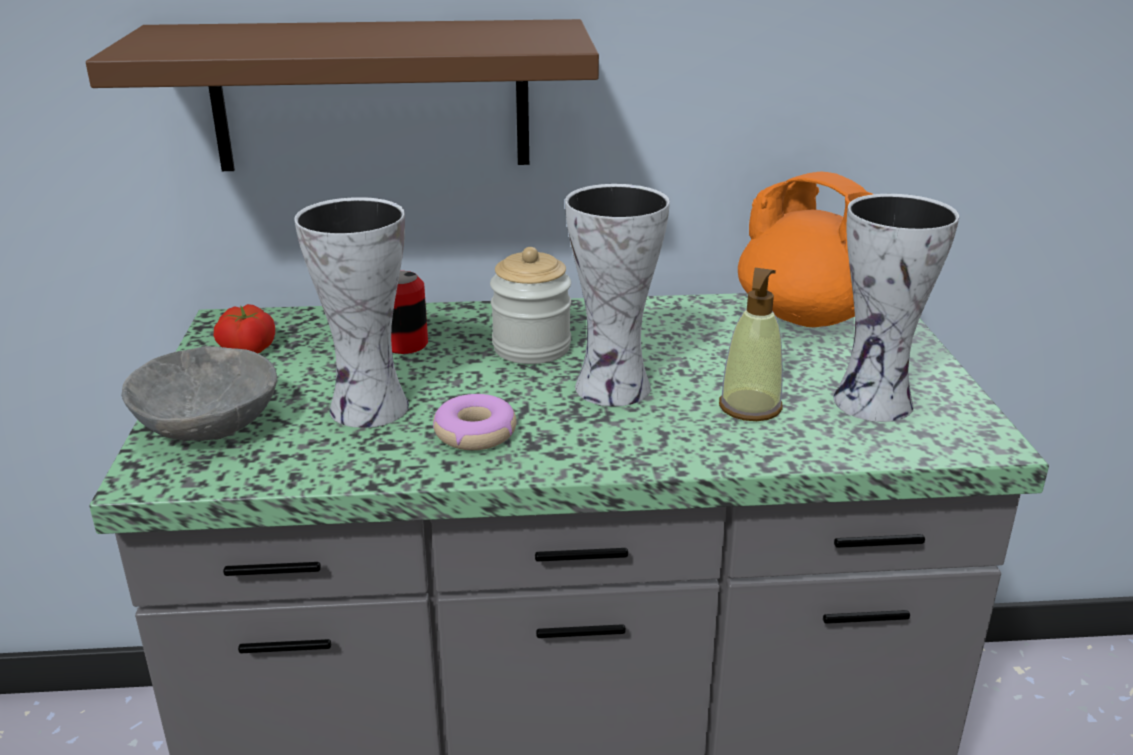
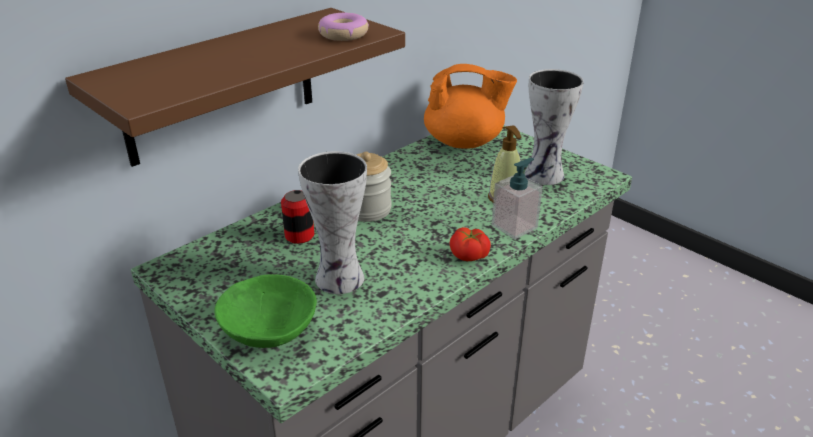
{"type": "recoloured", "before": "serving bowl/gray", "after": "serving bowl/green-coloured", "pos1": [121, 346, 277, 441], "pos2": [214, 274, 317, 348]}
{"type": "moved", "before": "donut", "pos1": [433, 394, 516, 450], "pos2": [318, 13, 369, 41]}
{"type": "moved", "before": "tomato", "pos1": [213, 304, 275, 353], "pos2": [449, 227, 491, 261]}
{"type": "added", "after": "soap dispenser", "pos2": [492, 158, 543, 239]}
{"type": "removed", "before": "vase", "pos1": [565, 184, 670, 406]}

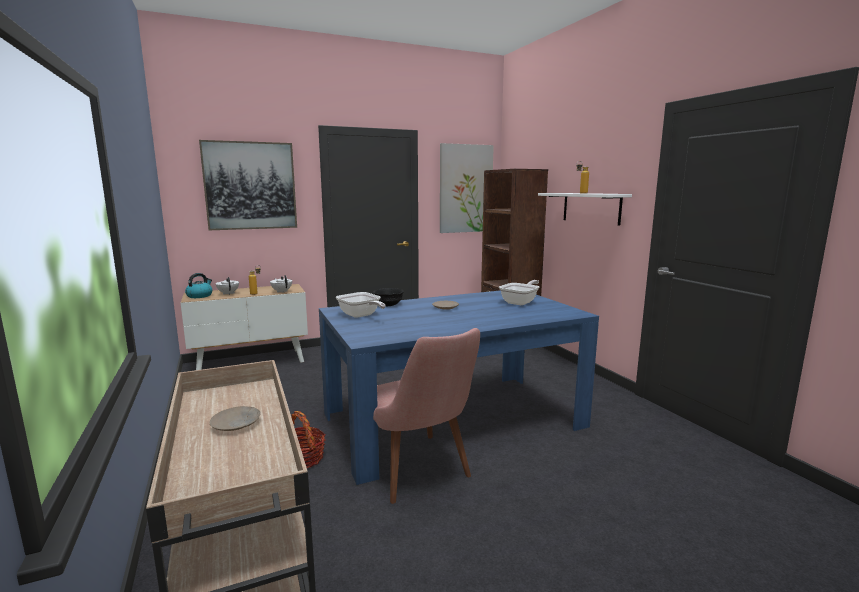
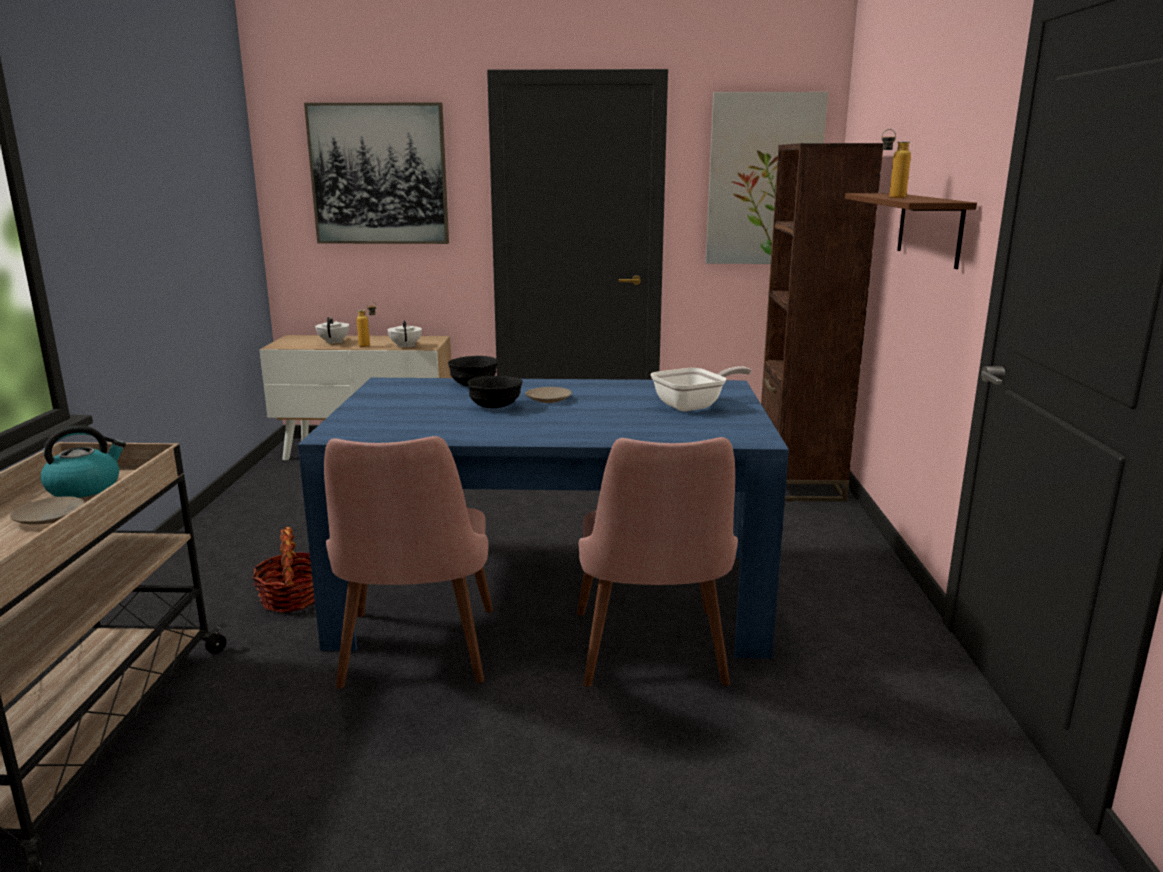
{"type": "moved", "before": "tea kettle", "pos1": [185, 273, 212, 298], "pos2": [40, 425, 126, 498]}
{"type": "added", "after": "serving bowl/black", "pos2": [467, 376, 523, 408]}
{"type": "added", "after": "upright chair/pinkish", "pos2": [577, 437, 738, 687]}
{"type": "recoloured", "before": "bracket shelf/whitish", "after": "bracket shelf/brown", "pos1": [538, 193, 632, 226], "pos2": [845, 193, 977, 269]}
{"type": "removed", "before": "skillet", "pos1": [336, 292, 386, 318]}

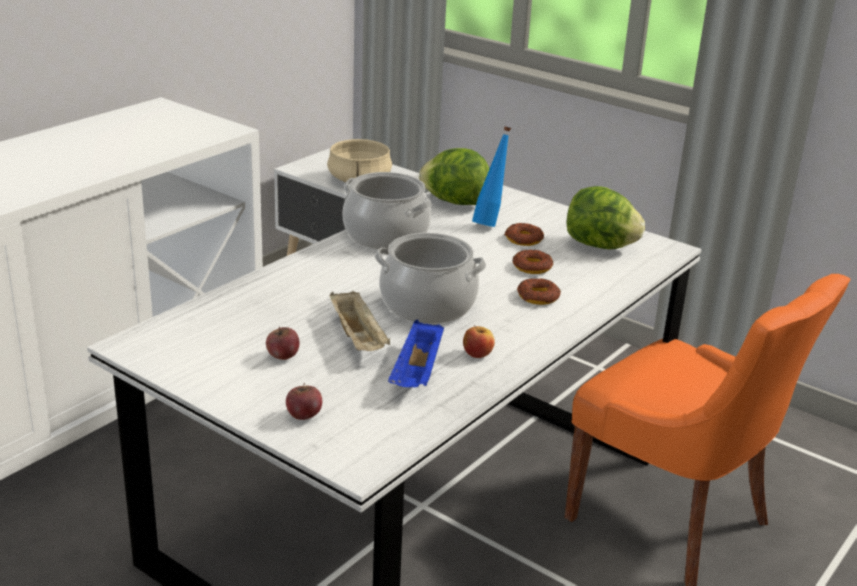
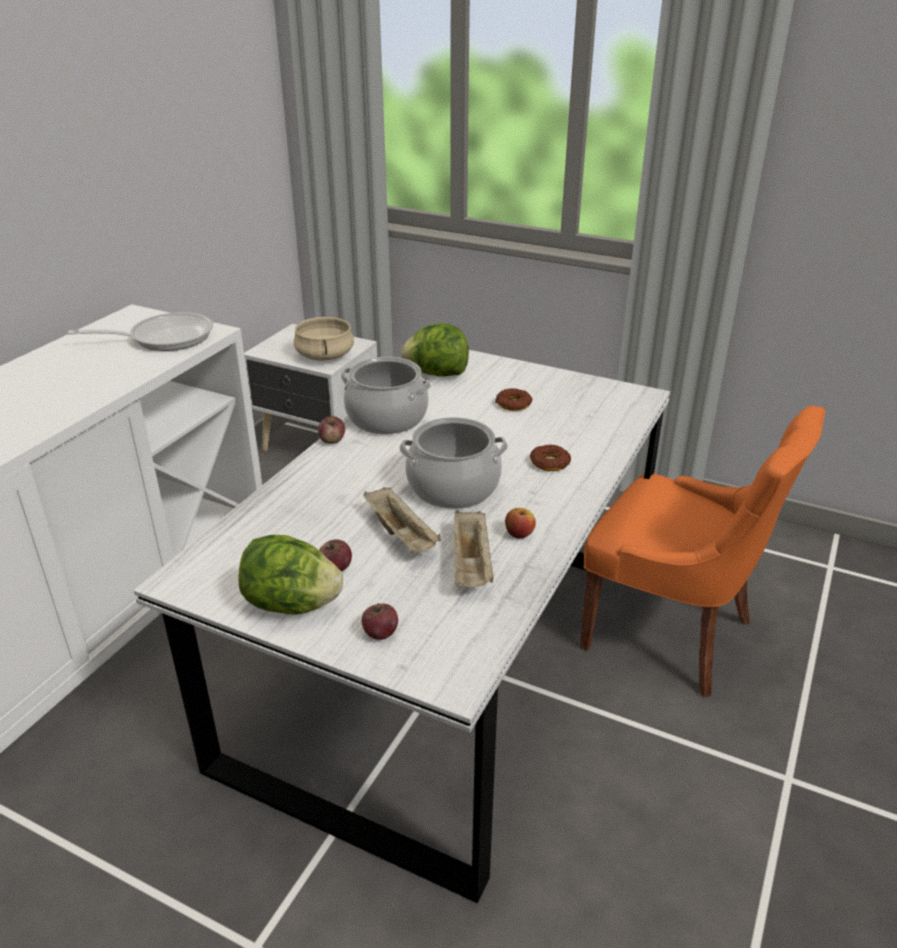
{"type": "added", "after": "skillet", "pos2": [68, 312, 213, 351]}
{"type": "moved", "before": "lettuce head", "pos1": [567, 186, 645, 249], "pos2": [238, 535, 343, 614]}
{"type": "added", "after": "whole apple", "pos2": [318, 416, 345, 444]}
{"type": "recoloured", "before": "tray/blue-coloured", "after": "tray/sand-coloured", "pos1": [388, 320, 444, 387], "pos2": [454, 510, 494, 587]}
{"type": "removed", "before": "bottle/blue-coloured", "pos1": [472, 126, 511, 227]}
{"type": "removed", "before": "donut", "pos1": [512, 249, 554, 274]}

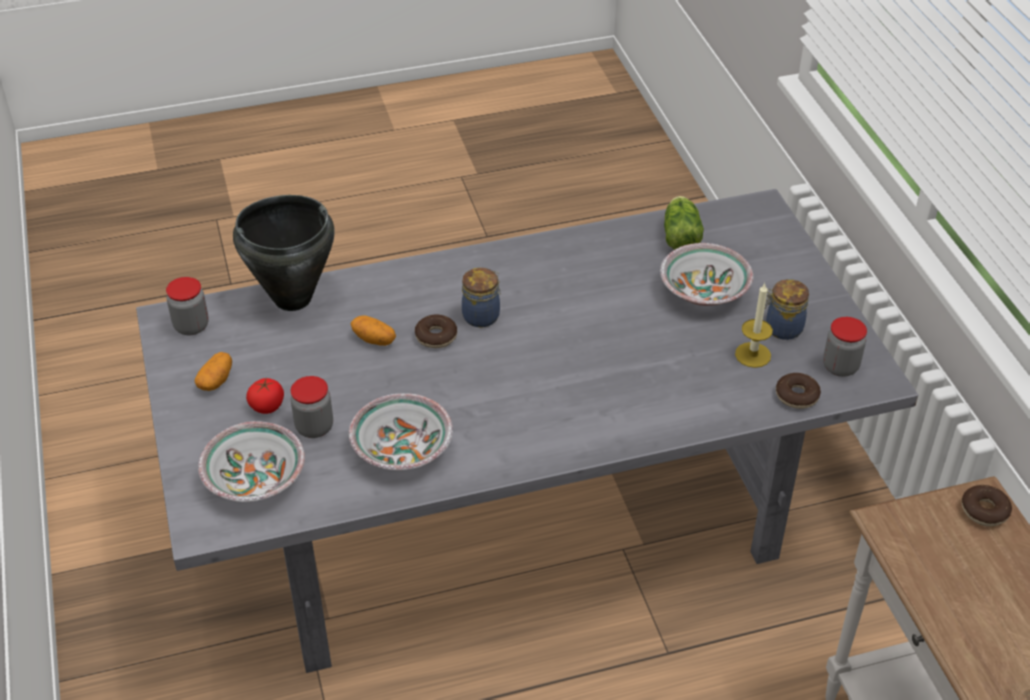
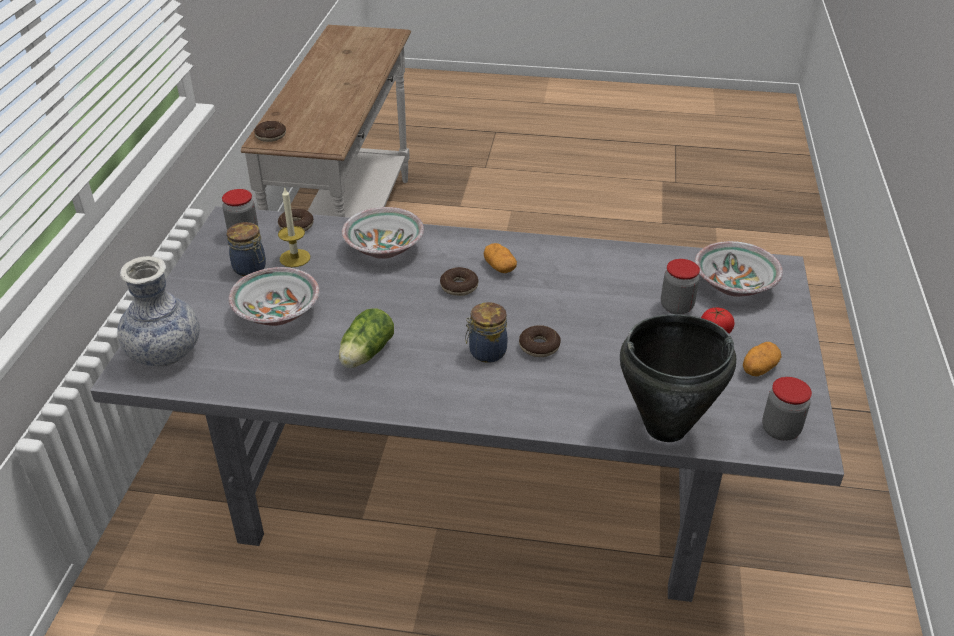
{"type": "added", "after": "vase", "pos2": [117, 256, 200, 367]}
{"type": "moved", "before": "lettuce head", "pos1": [664, 196, 704, 250], "pos2": [339, 308, 394, 368]}
{"type": "moved", "before": "serving bowl", "pos1": [348, 393, 453, 470], "pos2": [342, 207, 424, 259]}
{"type": "added", "after": "donut", "pos2": [440, 267, 478, 296]}
{"type": "moved", "before": "whole potato", "pos1": [350, 315, 396, 346], "pos2": [484, 243, 517, 273]}

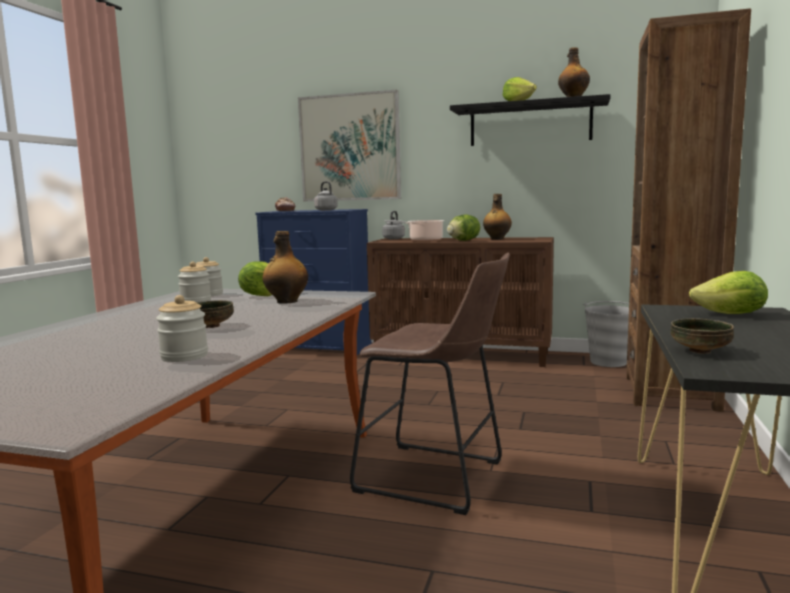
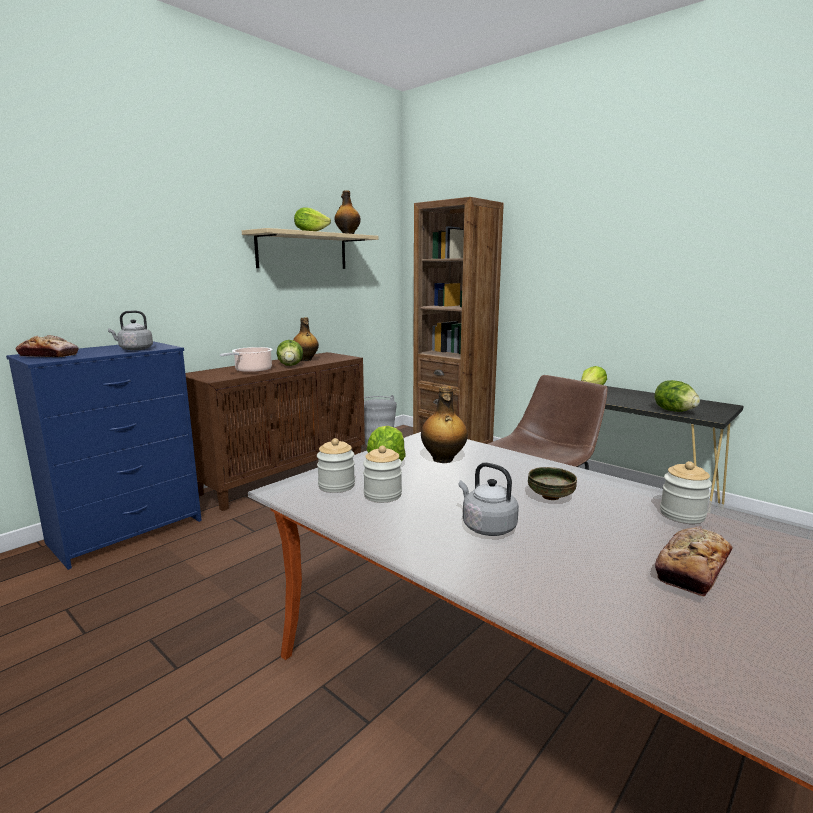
{"type": "recoloured", "before": "bracket shelf/black", "after": "bracket shelf/sand-coloured", "pos1": [450, 94, 611, 146], "pos2": [242, 228, 378, 269]}
{"type": "moved", "before": "tea kettle/gray", "pos1": [382, 211, 405, 239], "pos2": [459, 462, 519, 536]}
{"type": "replaced", "before": "serving bowl", "after": "lettuce head", "pos1": [671, 318, 734, 354], "pos2": [655, 380, 700, 412]}
{"type": "added", "after": "bread", "pos2": [655, 526, 733, 596]}
{"type": "removed", "before": "wall art", "pos1": [298, 90, 401, 202]}

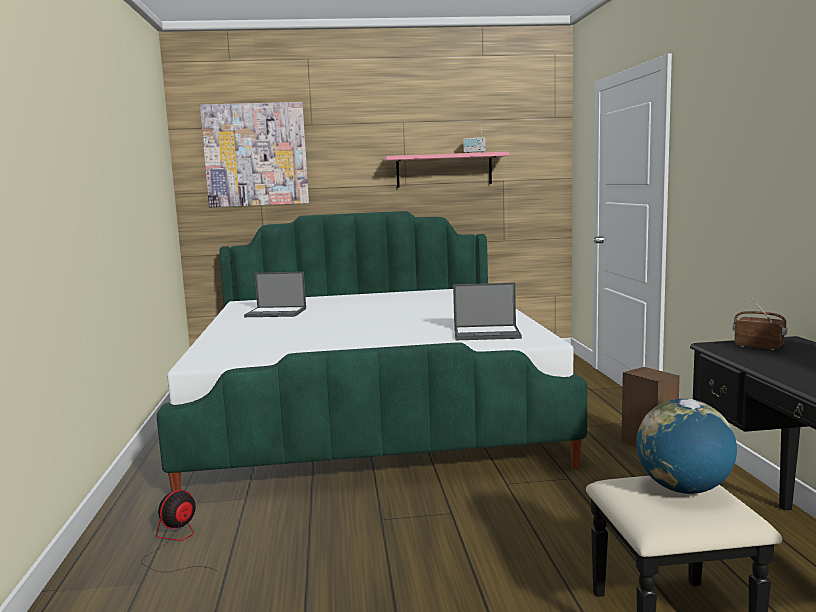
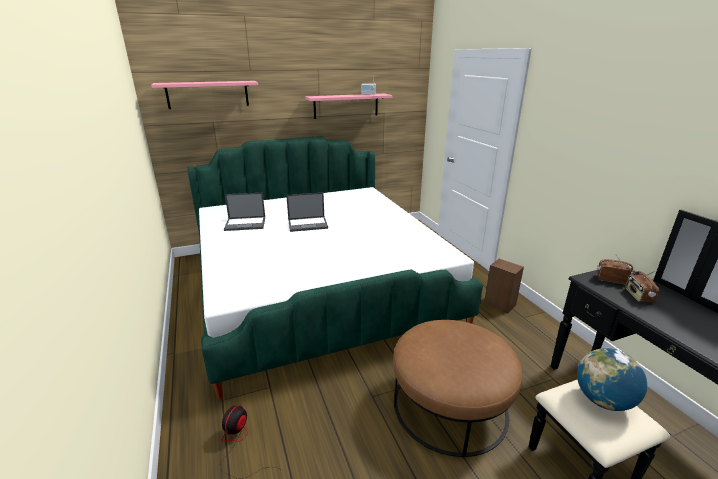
{"type": "replaced", "before": "wall art", "after": "bracket shelf/pinkish", "pos1": [200, 102, 309, 207], "pos2": [151, 81, 258, 109]}
{"type": "moved", "before": "notebook computer", "pos1": [453, 283, 522, 340], "pos2": [286, 193, 328, 232]}
{"type": "added", "after": "pouffe/brown", "pos2": [393, 320, 523, 457]}
{"type": "added", "after": "radio set", "pos2": [626, 270, 659, 303]}

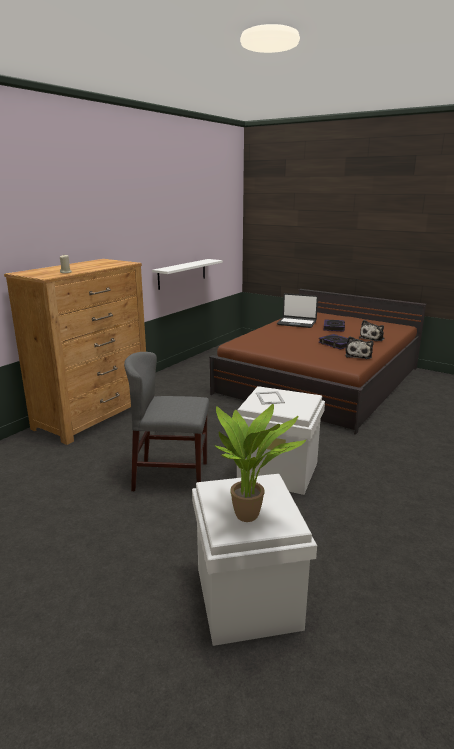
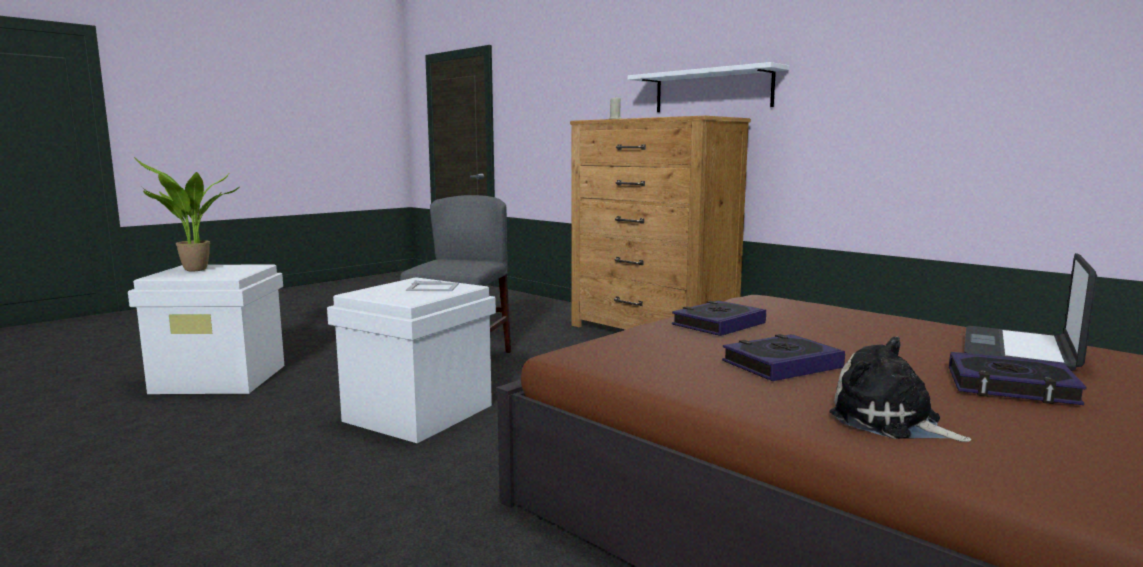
{"type": "moved", "before": "bracket shelf/whitish", "pos1": [152, 259, 223, 290], "pos2": [628, 62, 789, 112]}
{"type": "added", "after": "bound book", "pos2": [672, 300, 766, 336]}
{"type": "removed", "before": "plush toy", "pos1": [345, 336, 373, 359]}

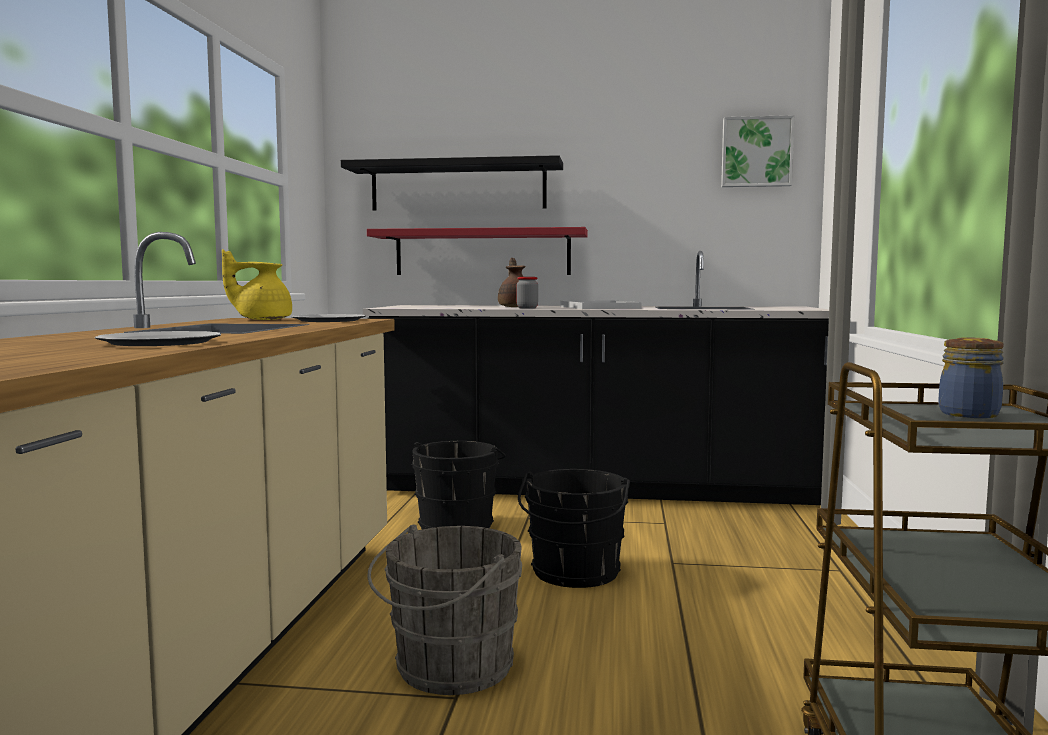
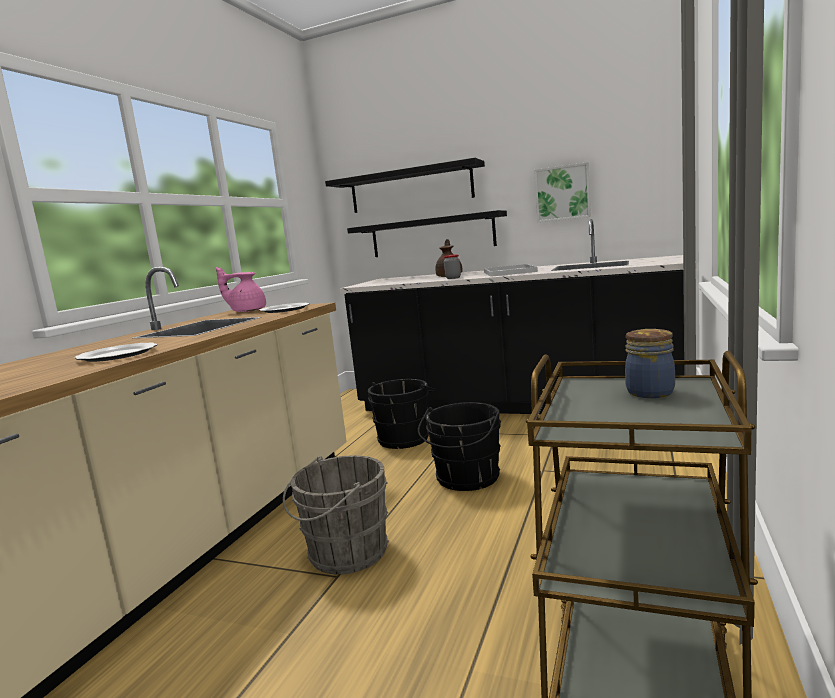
{"type": "recoloured", "before": "tea pot/yellow-coloured", "after": "tea pot/pinkish", "pos1": [222, 249, 292, 320], "pos2": [216, 267, 266, 312]}
{"type": "recoloured", "before": "bracket shelf/red", "after": "bracket shelf/black", "pos1": [367, 227, 588, 275], "pos2": [347, 210, 507, 257]}
{"type": "moved", "before": "wall art", "pos1": [721, 115, 795, 187], "pos2": [534, 162, 591, 222]}

